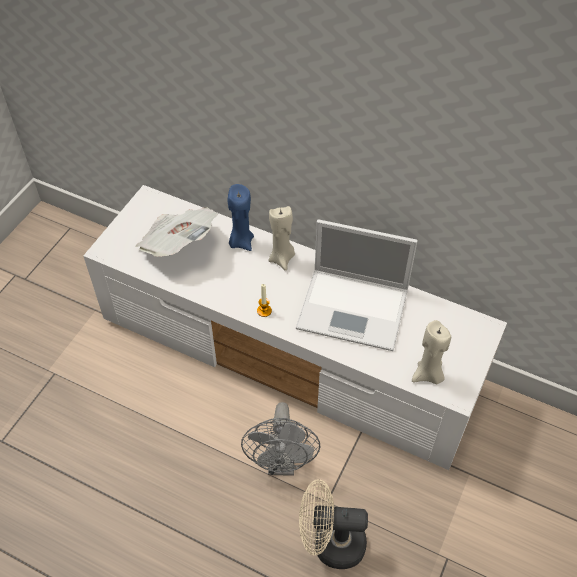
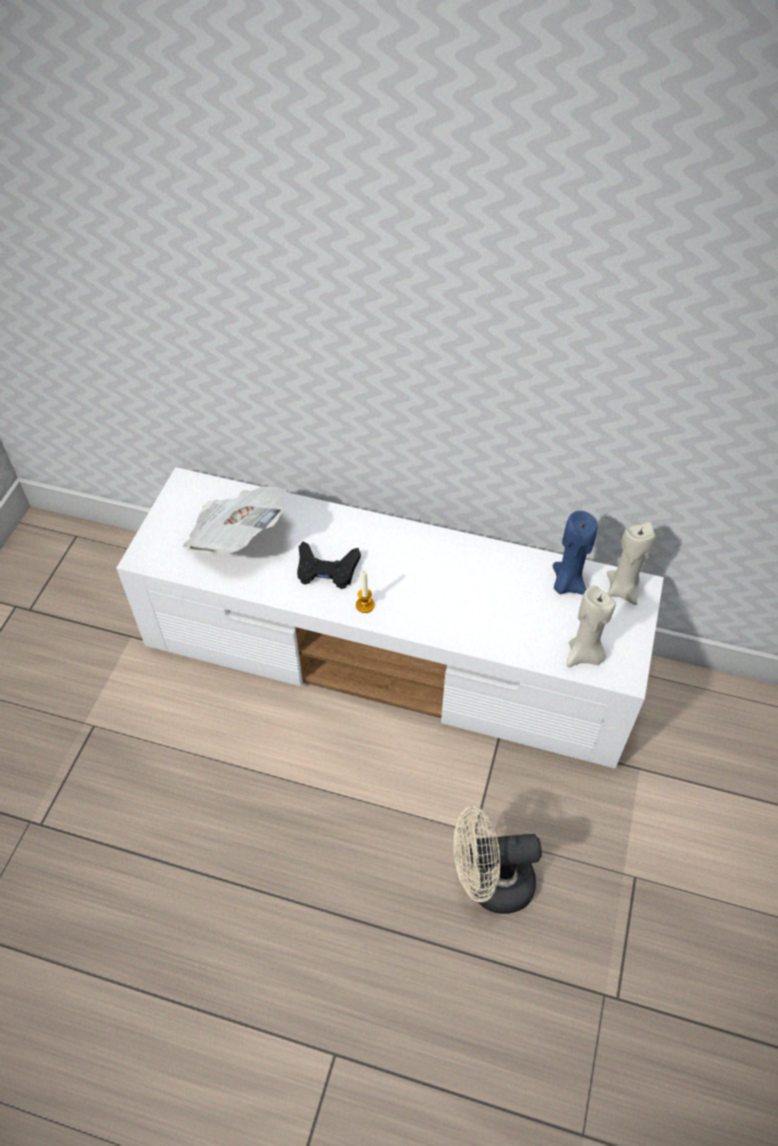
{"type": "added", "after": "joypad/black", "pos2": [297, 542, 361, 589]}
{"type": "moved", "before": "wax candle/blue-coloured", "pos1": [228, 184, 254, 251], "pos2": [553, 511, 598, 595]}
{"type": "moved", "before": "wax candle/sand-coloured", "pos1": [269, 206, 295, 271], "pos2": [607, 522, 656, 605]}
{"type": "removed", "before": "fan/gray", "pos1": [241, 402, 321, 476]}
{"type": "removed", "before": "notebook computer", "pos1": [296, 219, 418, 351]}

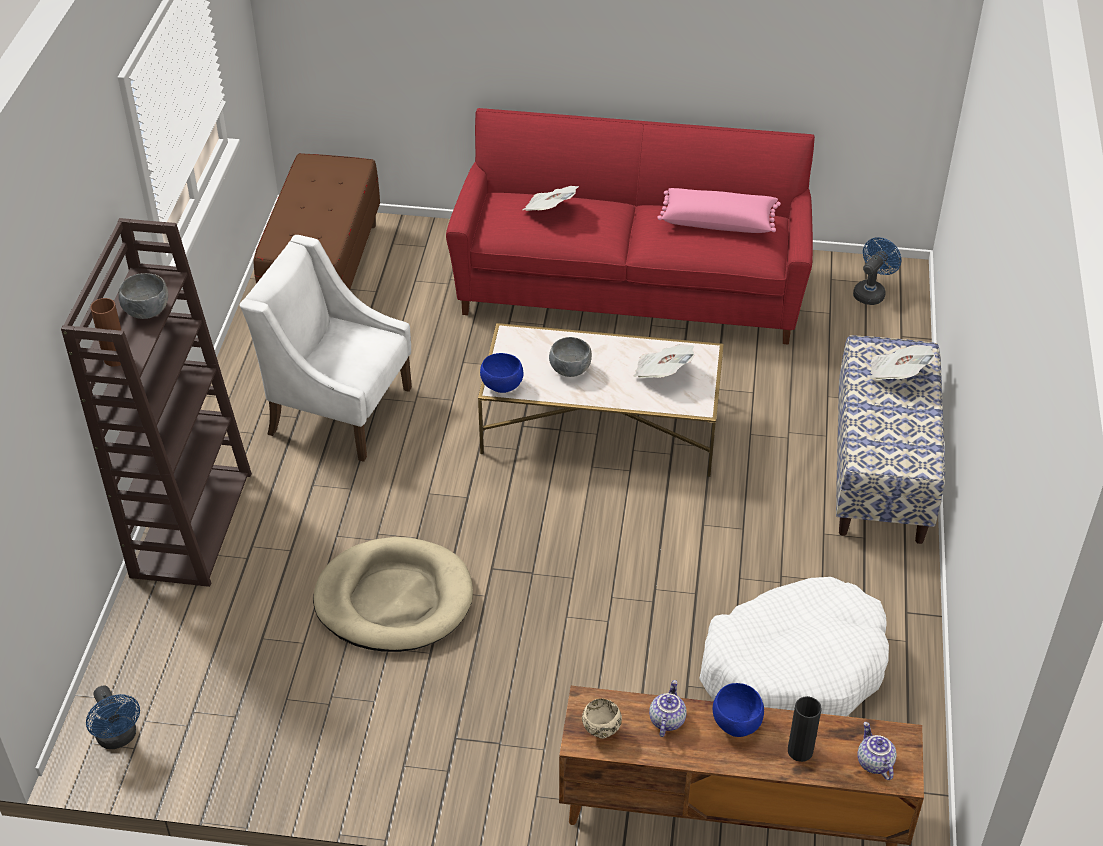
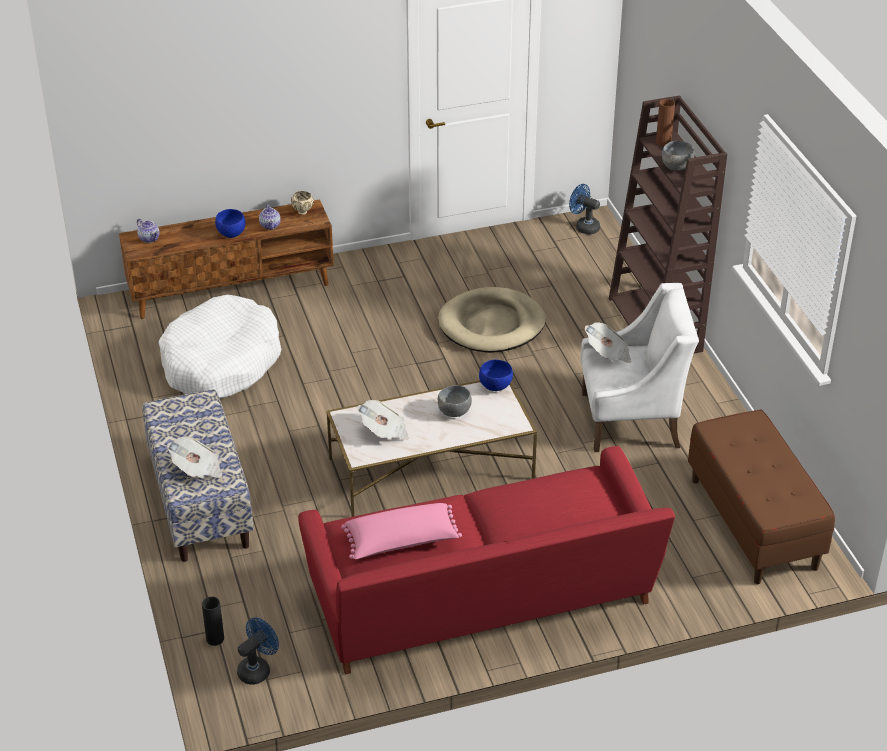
{"type": "moved", "before": "vase/black", "pos1": [788, 696, 821, 762], "pos2": [202, 596, 224, 646]}
{"type": "turned", "before": "fan/blue-coloured", "pos1": [853, 237, 901, 305], "pos2": [237, 617, 279, 685], "turn": -150}
{"type": "moved", "before": "newspaper", "pos1": [522, 186, 579, 211], "pos2": [585, 322, 631, 363]}

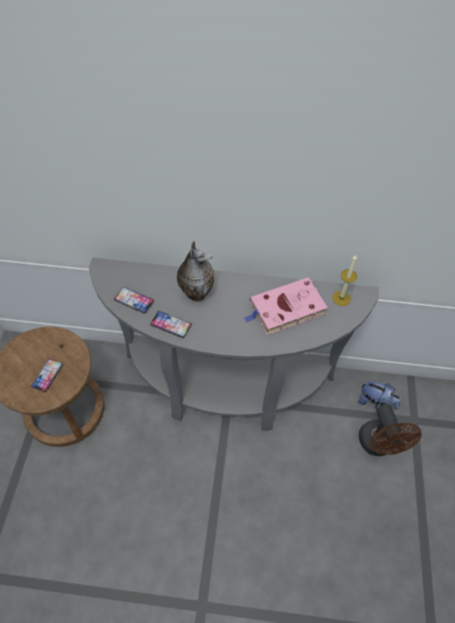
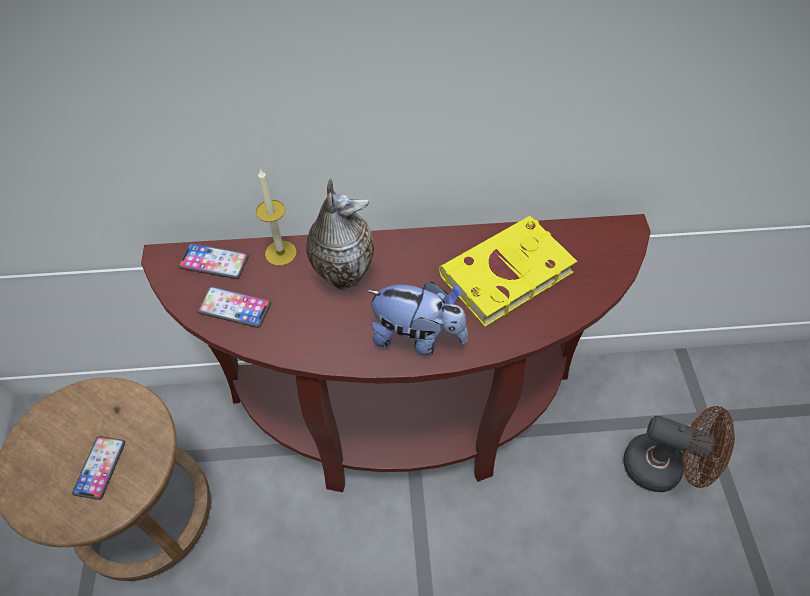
{"type": "recoloured", "before": "narrow table/gray", "after": "narrow table/brown", "pos1": [89, 258, 379, 431], "pos2": [141, 214, 651, 492]}
{"type": "moved", "before": "handset", "pos1": [150, 311, 192, 338], "pos2": [178, 243, 249, 279]}
{"type": "moved", "before": "wax candle", "pos1": [332, 255, 357, 306], "pos2": [256, 169, 297, 266]}
{"type": "moved", "before": "plush toy", "pos1": [358, 381, 401, 410], "pos2": [366, 282, 468, 355]}
{"type": "recoloured", "before": "bound book/pinkish", "after": "bound book/yellow-coloured", "pos1": [244, 277, 328, 335], "pos2": [439, 216, 577, 327]}
{"type": "turned", "before": "fan/brown", "pos1": [359, 404, 422, 456], "pos2": [623, 406, 735, 492], "turn": -45}

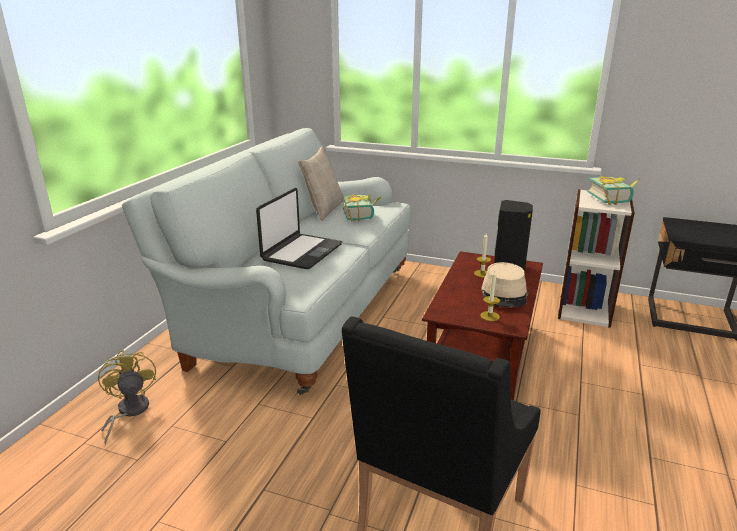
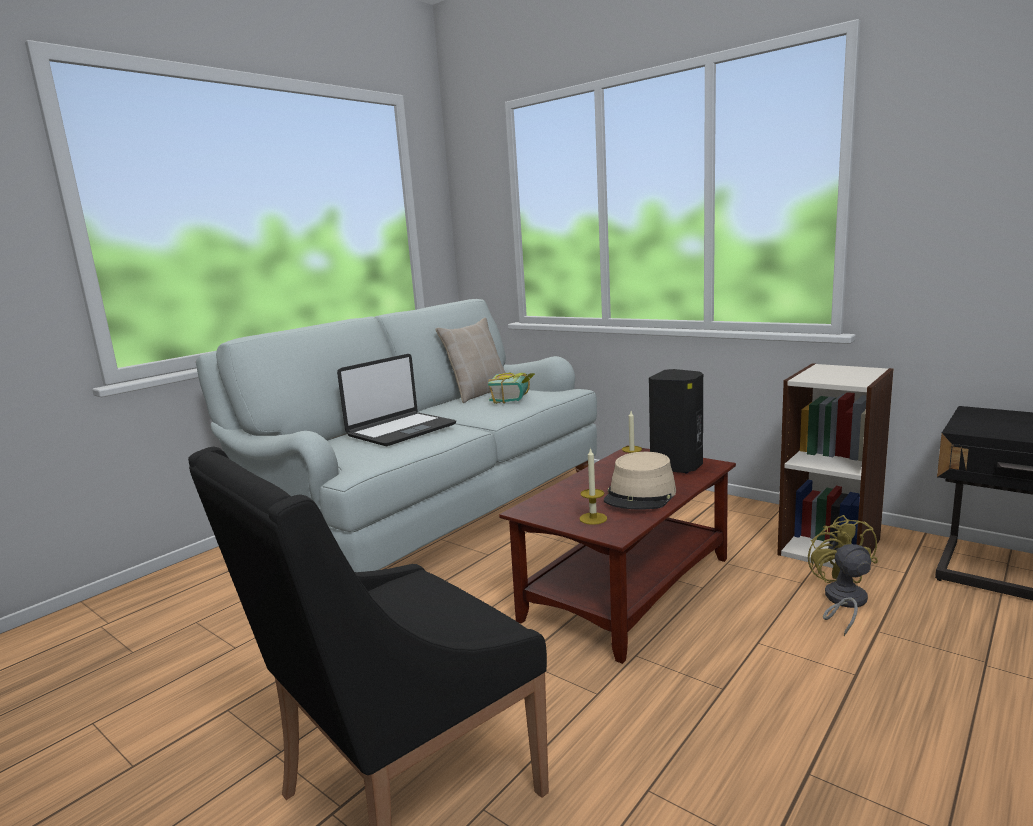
{"type": "moved", "before": "fan/yellow-coloured", "pos1": [98, 350, 156, 444], "pos2": [808, 515, 878, 636]}
{"type": "removed", "before": "bound book", "pos1": [587, 176, 640, 205]}

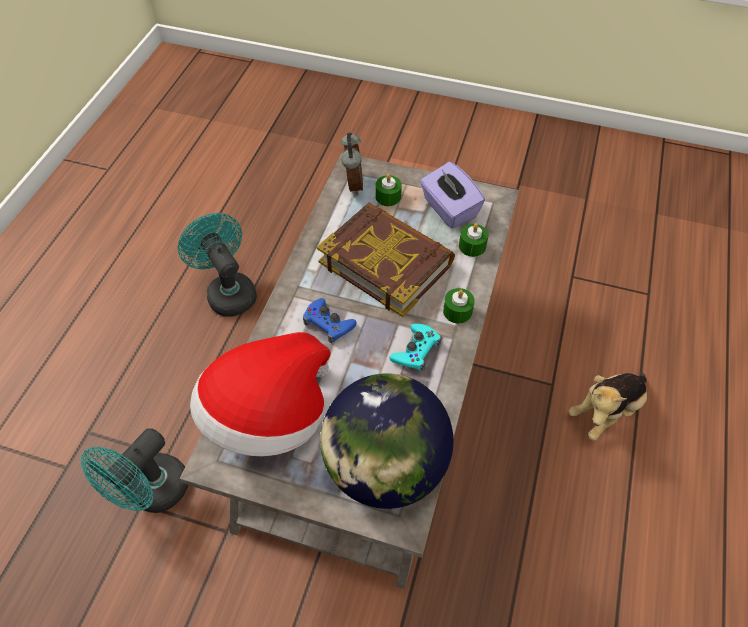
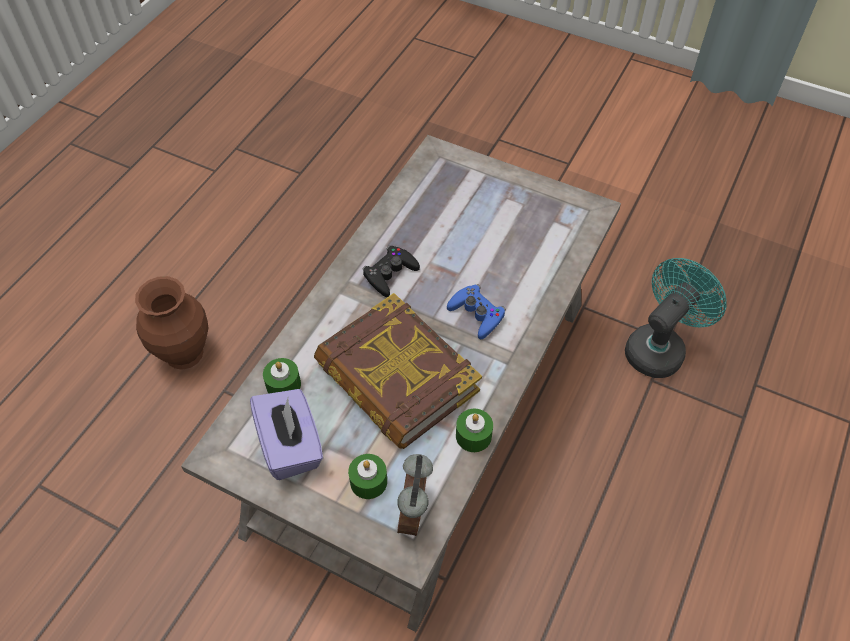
{"type": "replaced", "before": "plush toy", "after": "vase/brown", "pos1": [569, 372, 647, 440], "pos2": [135, 276, 208, 370]}
{"type": "recoloured", "before": "joypad/turquoise", "after": "joypad/black", "pos1": [389, 323, 442, 371], "pos2": [363, 246, 420, 297]}
{"type": "moved", "before": "wax candle/green-coloured", "pos1": [443, 288, 475, 324], "pos2": [456, 409, 493, 452]}
{"type": "removed", "before": "fan/turquoise", "pos1": [178, 213, 257, 317]}
{"type": "removed", "before": "wearable hat", "pos1": [190, 332, 331, 456]}
{"type": "removed", "before": "globe", "pos1": [320, 373, 453, 509]}

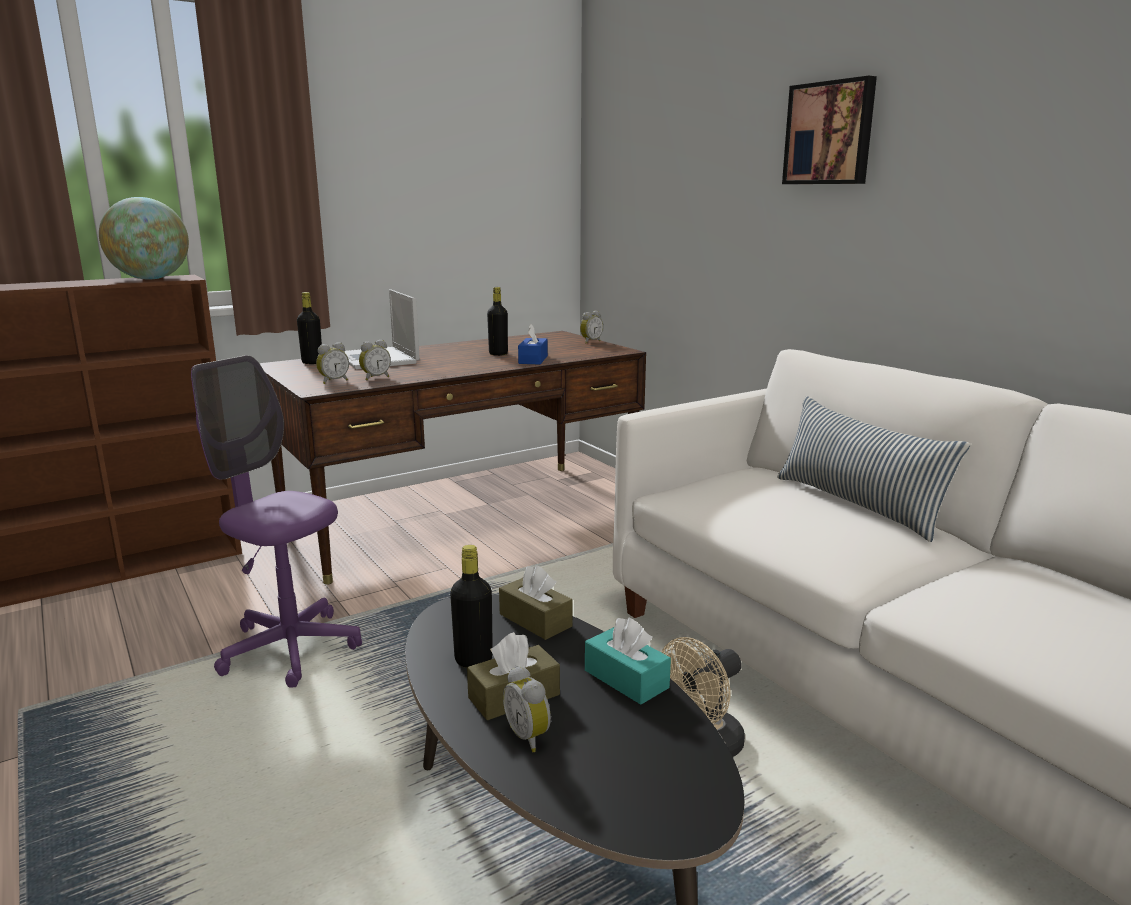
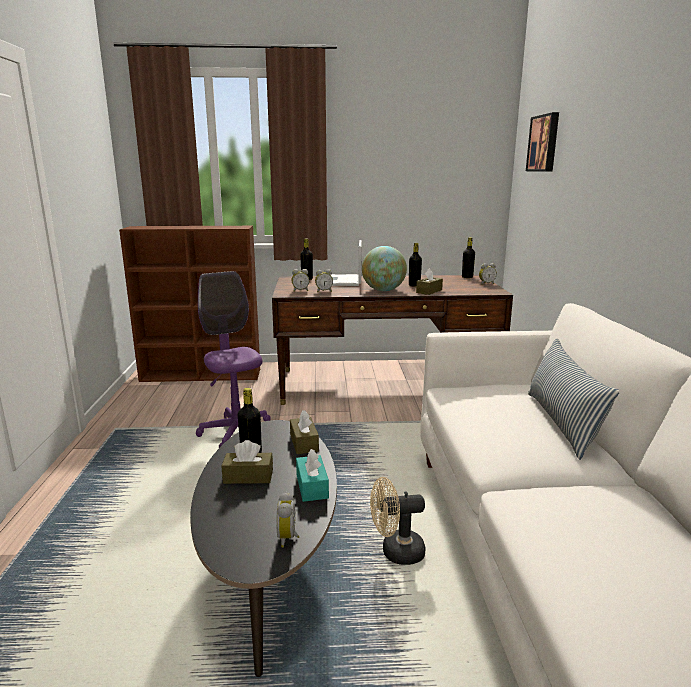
{"type": "moved", "before": "table clock", "pos1": [503, 666, 551, 752], "pos2": [276, 492, 300, 548]}
{"type": "moved", "before": "globe", "pos1": [99, 197, 189, 280], "pos2": [362, 246, 407, 291]}
{"type": "recoloured", "before": "tissue box/blue-coloured", "after": "tissue box/brown", "pos1": [518, 324, 548, 364], "pos2": [416, 268, 443, 295]}
{"type": "added", "after": "bottle/black", "pos2": [462, 237, 475, 278]}
{"type": "moved", "before": "wall art", "pos1": [782, 76, 877, 184], "pos2": [526, 112, 559, 172]}

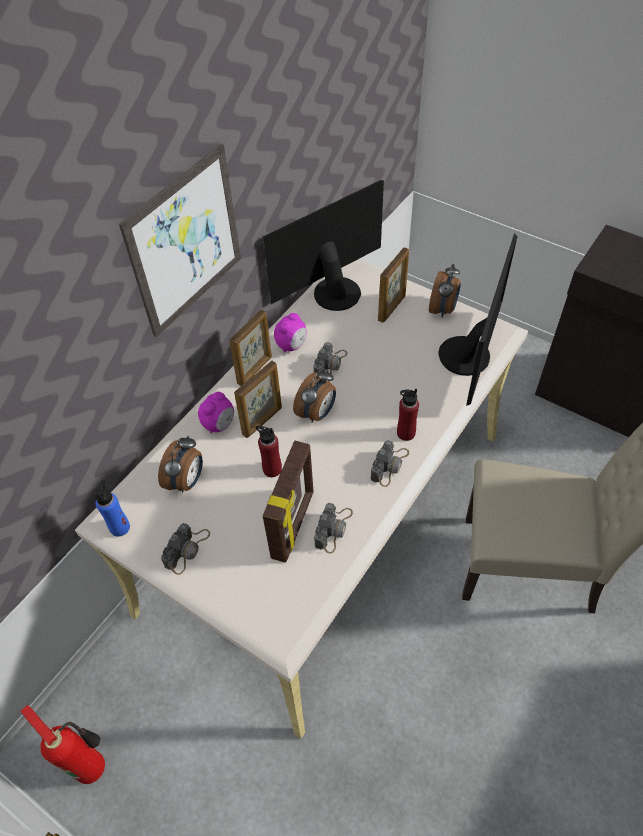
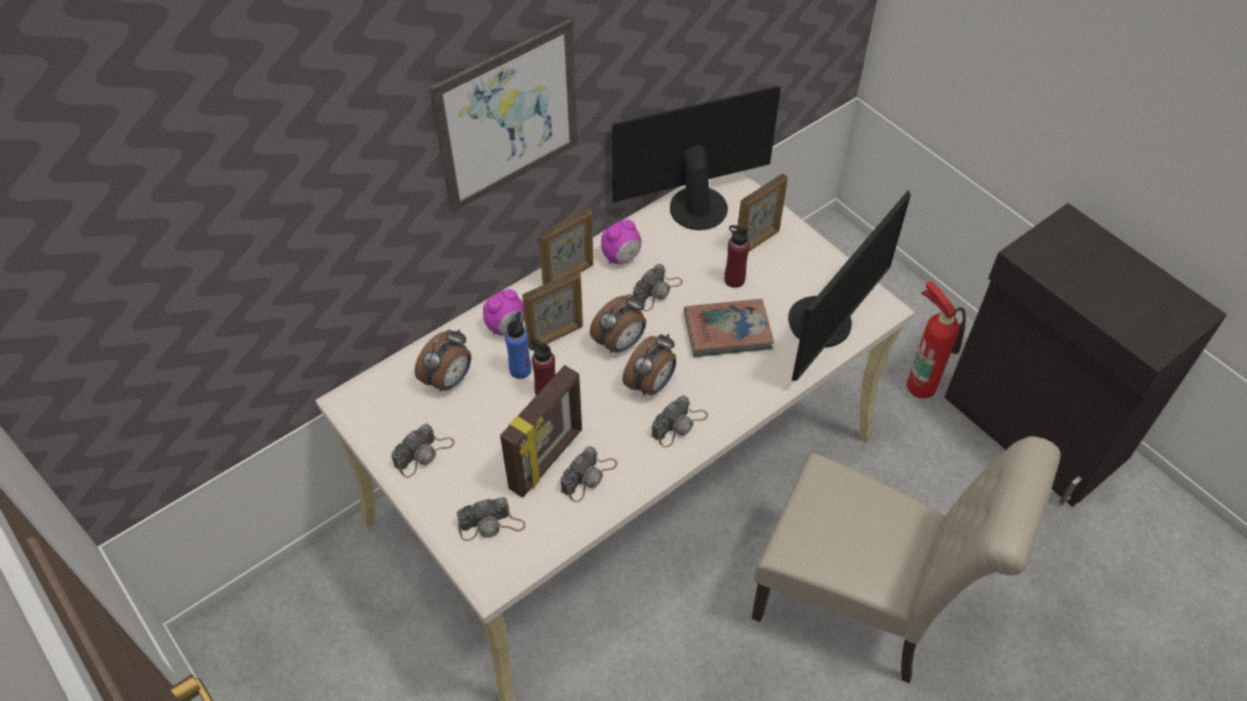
{"type": "added", "after": "photo camera", "pos2": [456, 497, 525, 541]}
{"type": "moved", "before": "bottle/blue-coloured", "pos1": [95, 480, 130, 537], "pos2": [505, 311, 531, 379]}
{"type": "moved", "before": "table clock", "pos1": [429, 264, 461, 318], "pos2": [623, 334, 676, 396]}
{"type": "added", "after": "bound book", "pos2": [684, 299, 774, 357]}
{"type": "moved", "before": "bottle/red", "pos1": [397, 389, 419, 441], "pos2": [724, 225, 750, 288]}
{"type": "moved", "before": "extinguisher", "pos1": [20, 705, 105, 784], "pos2": [907, 281, 966, 398]}

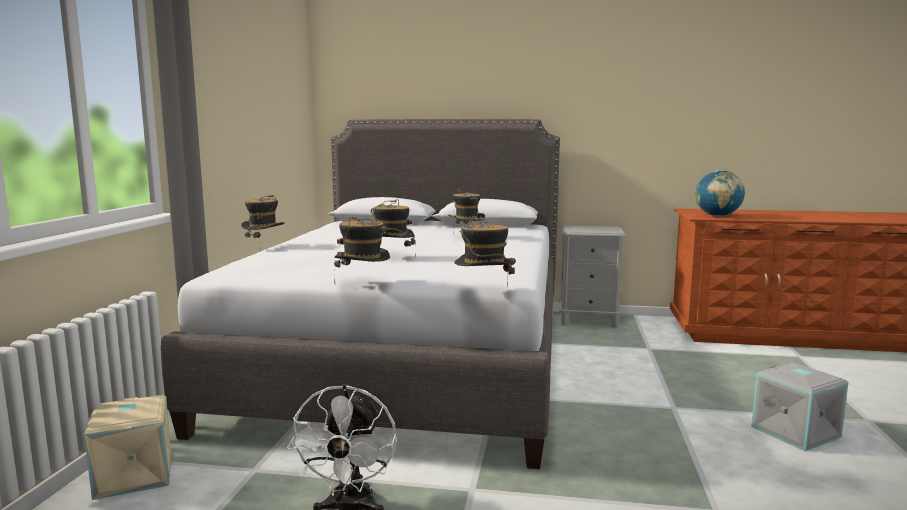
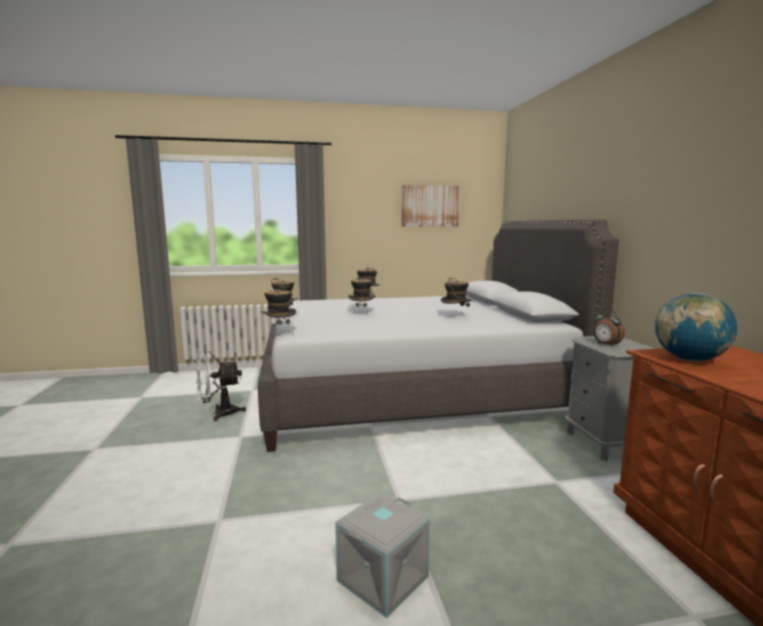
{"type": "added", "after": "wall art", "pos2": [402, 185, 461, 226]}
{"type": "added", "after": "table clock", "pos2": [593, 309, 625, 347]}
{"type": "removed", "before": "storage box/sand-coloured", "pos1": [84, 395, 171, 500]}

